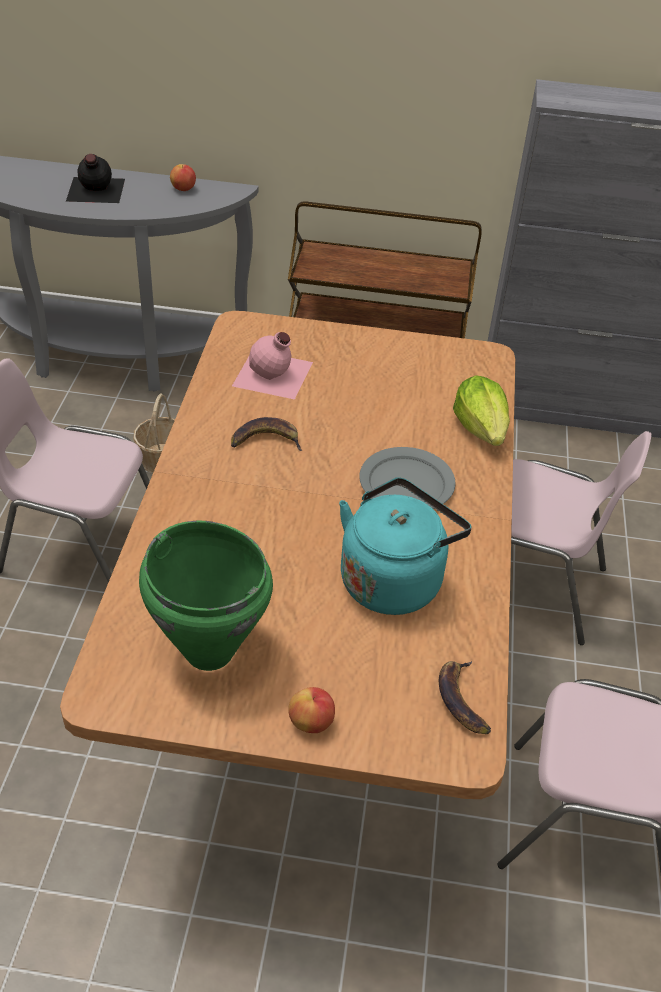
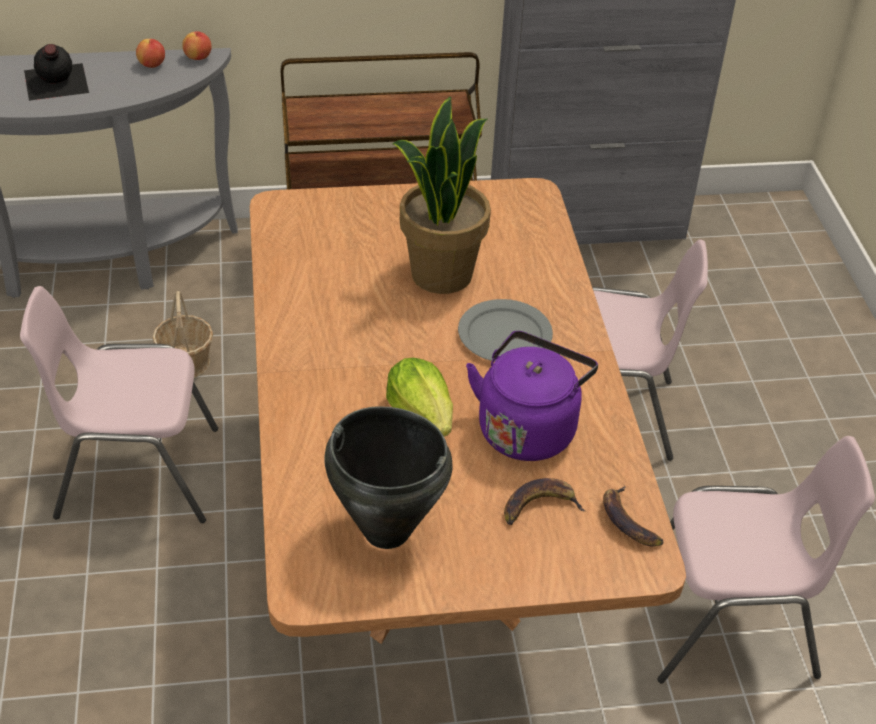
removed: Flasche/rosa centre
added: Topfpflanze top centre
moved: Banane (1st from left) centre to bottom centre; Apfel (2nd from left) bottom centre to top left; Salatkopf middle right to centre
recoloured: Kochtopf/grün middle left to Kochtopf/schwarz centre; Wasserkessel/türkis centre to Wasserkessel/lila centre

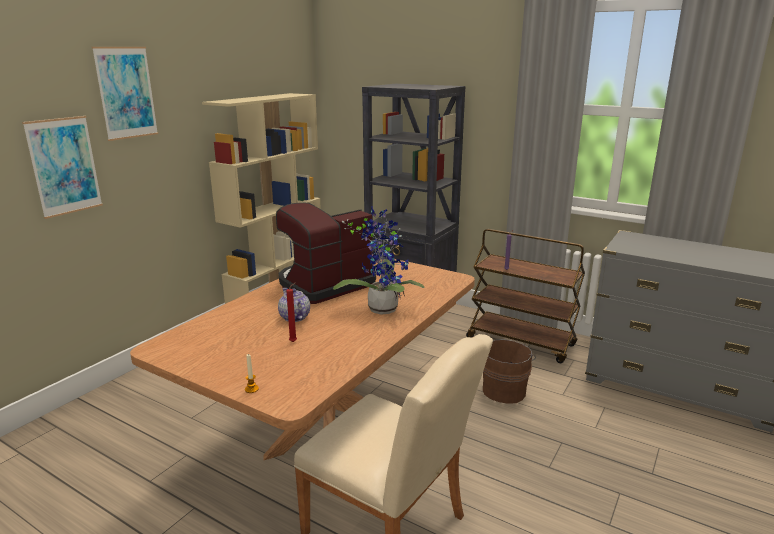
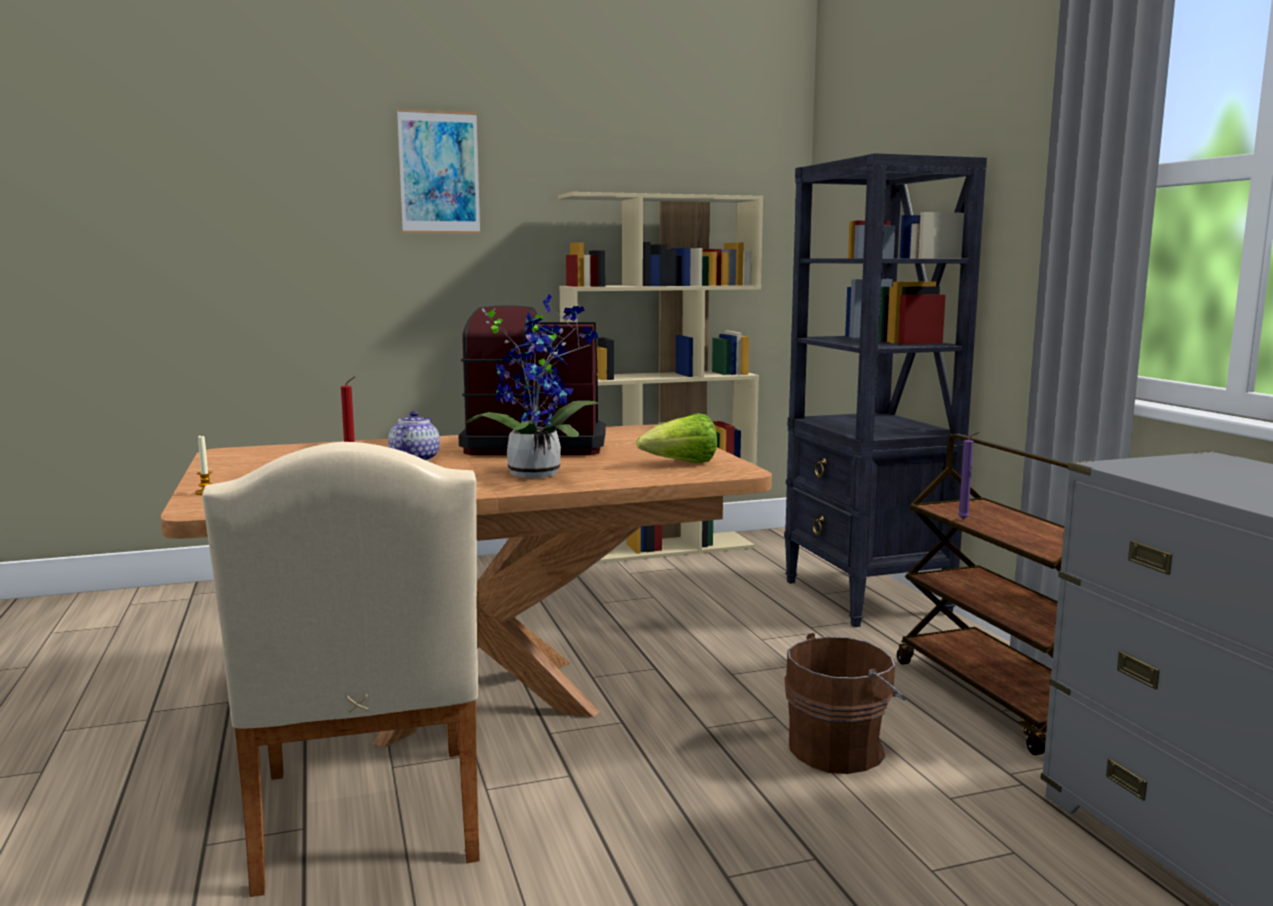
removed: Bild (1st from left) top left
added: Salatkopf centre

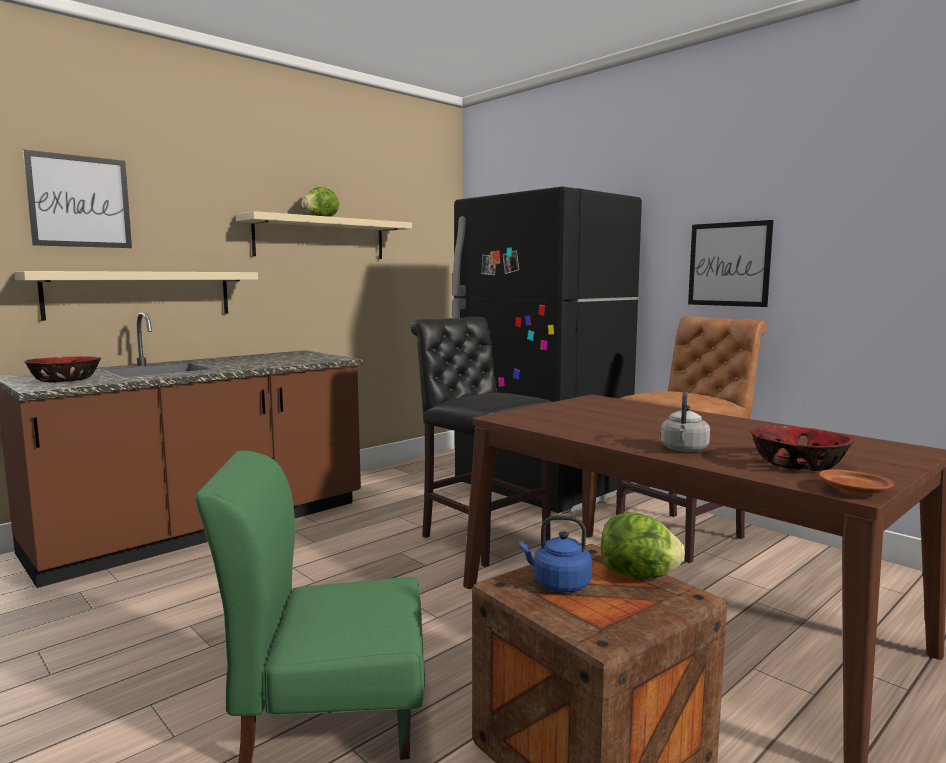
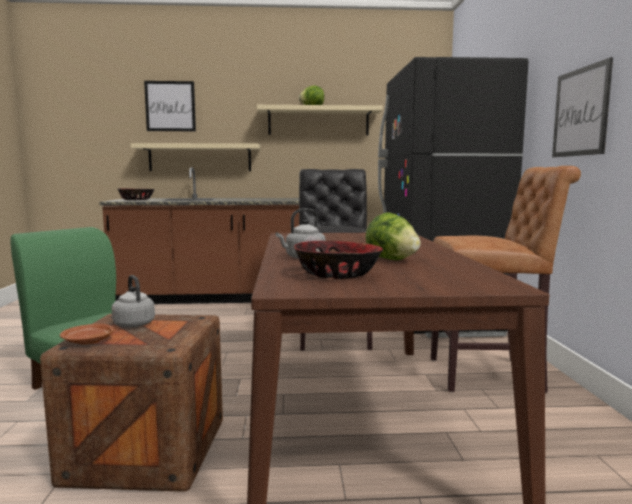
moved: Salatkopf (2nd from left) bottom right to centre; Teller/braun middle right to middle left
recoloured: Wasserkessel/blau bottom centre to Wasserkessel/grau (1st from left) middle left

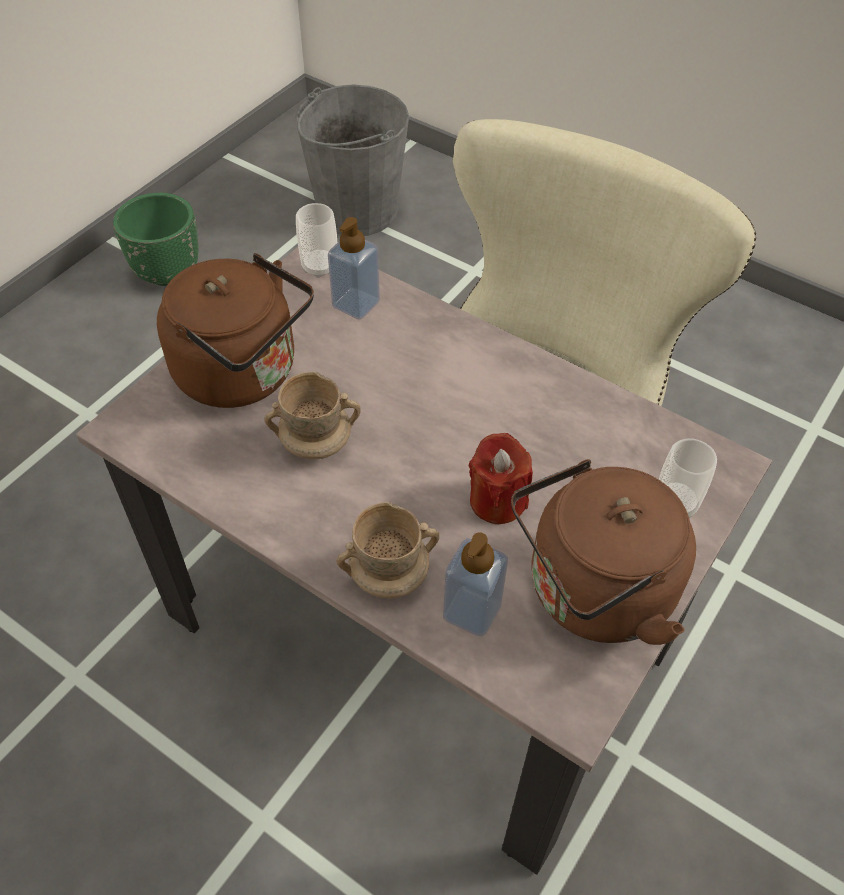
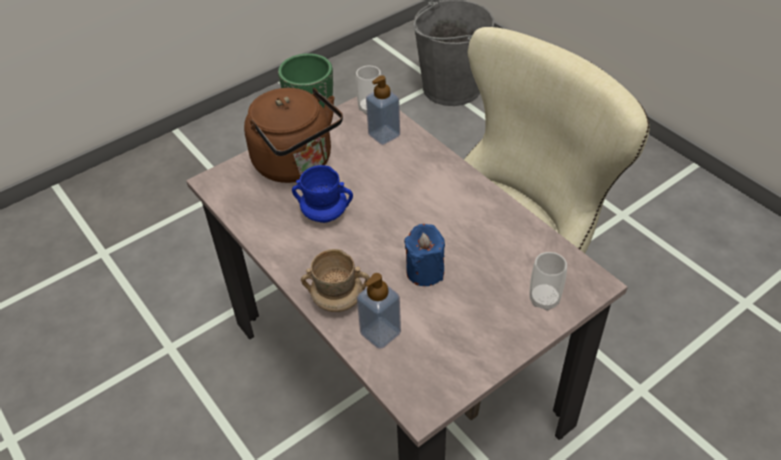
removed: Wasserkessel/braun (2nd from left) middle right
recoloured: Henkelbecher/beige (1st from left) centre to Henkelbecher/blau centre; Kerze/rot centre to Kerze/blau centre

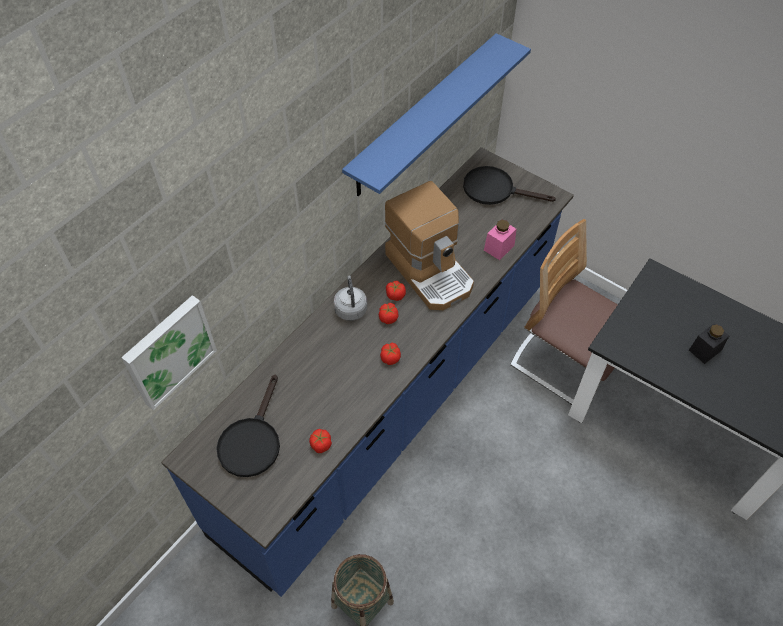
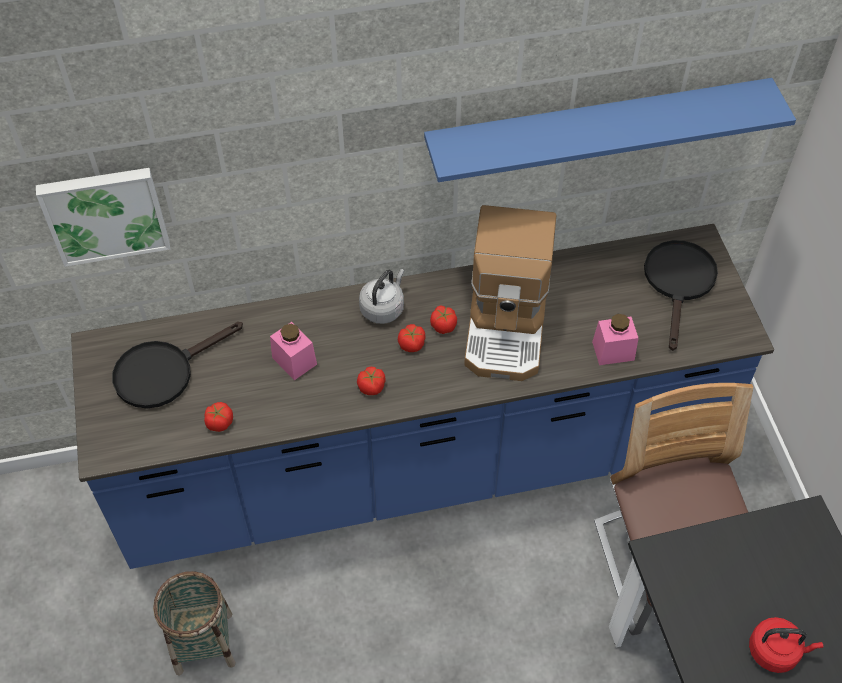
added: Vorratsglas/rosa (1st from left) centre
replaced: Vorratsglas/schwarz middle right to Wasserkessel/rot bottom right
turned: Pfanne/schwarz (2nd from left) top centre = middle right 45 degrees clockwise

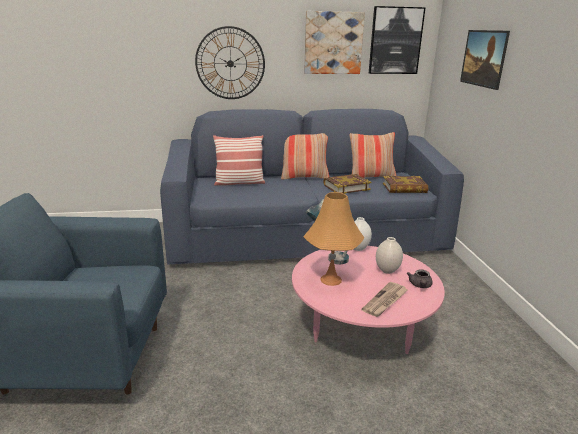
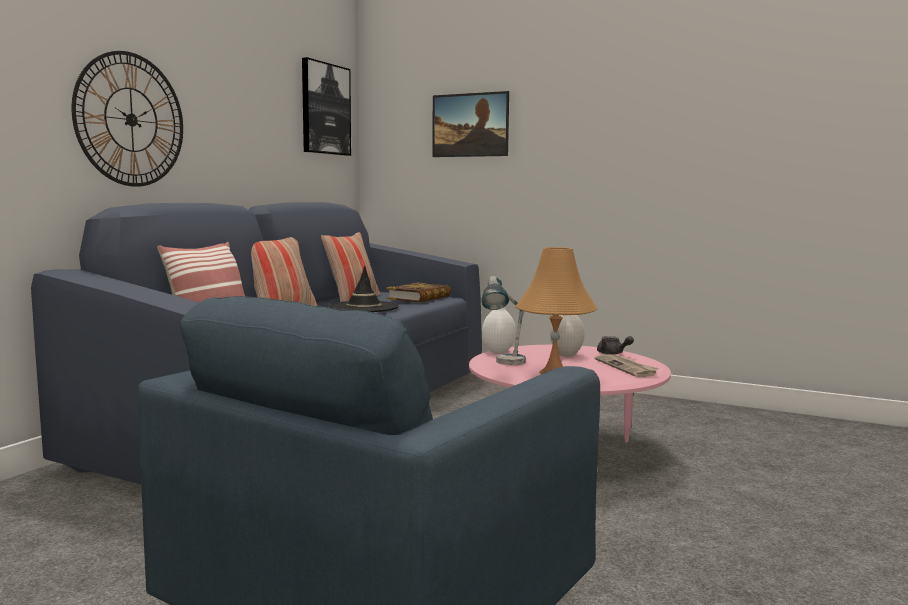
removed: Bild (1st from left) top centre
replaced: Buch (1st from left) centre to Hut/schwarz centre

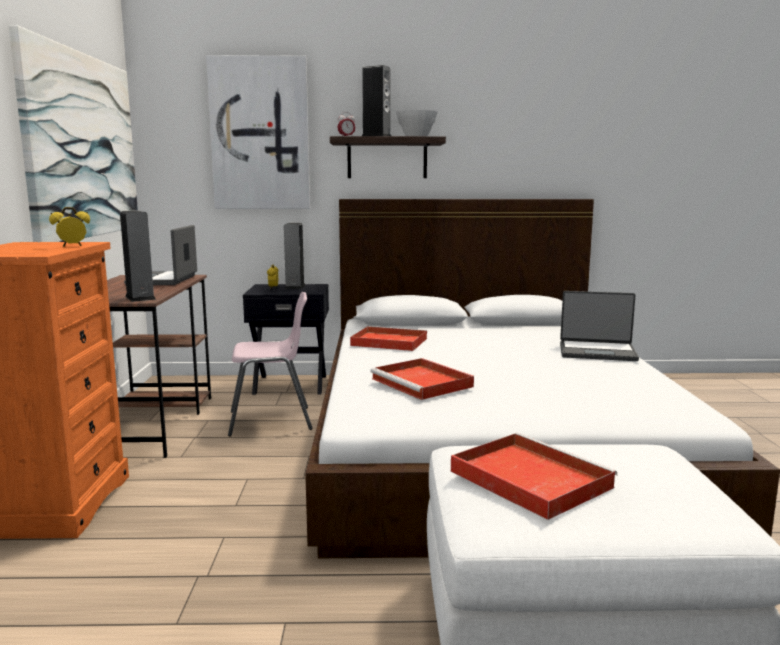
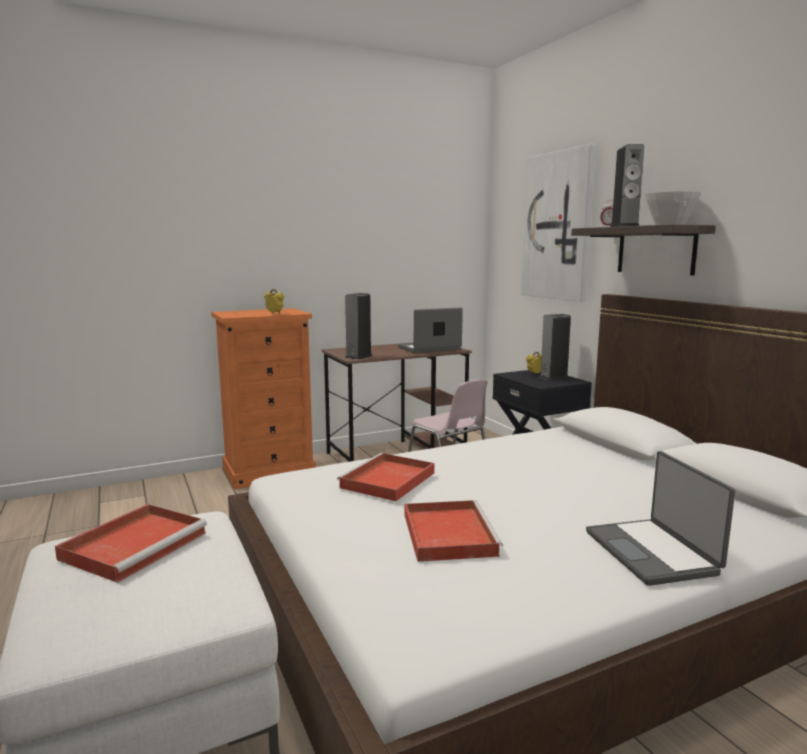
removed: Bild (1st from left) top left
moved: Tablett/rot (1st from left in the first image) centre to Tablett/rot (3rd from left) bottom centre

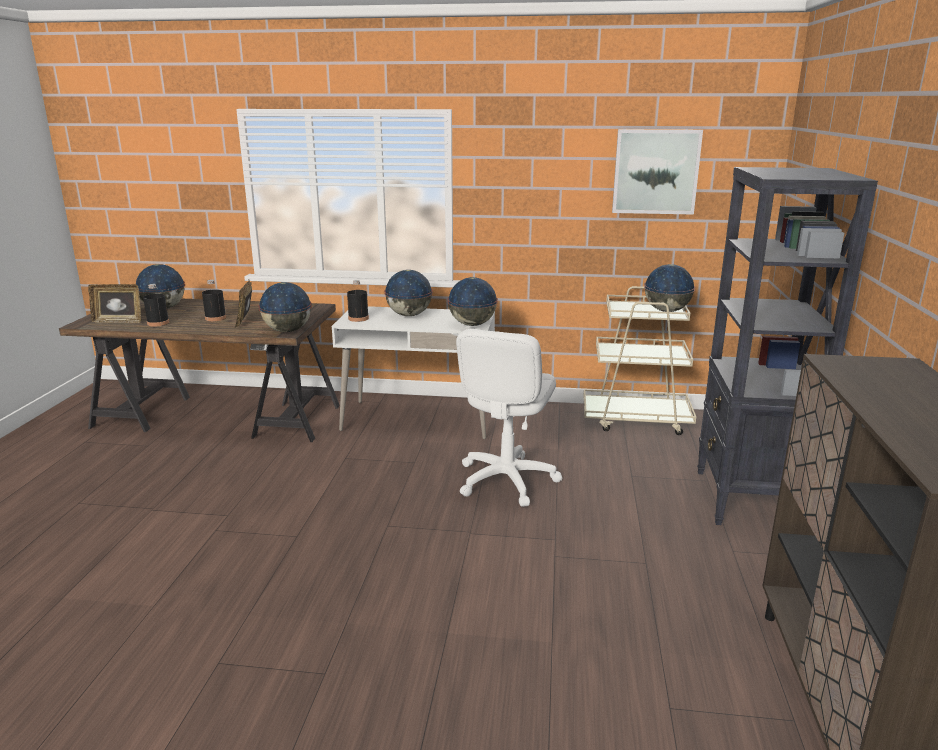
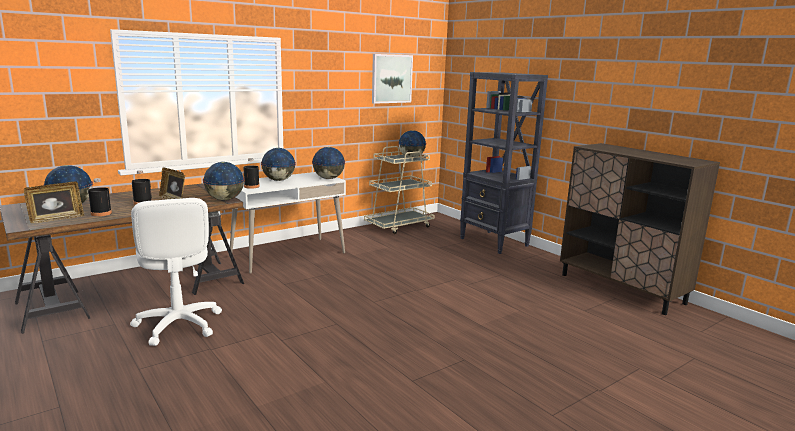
moved: Bürostuhl/weiß centre to middle left

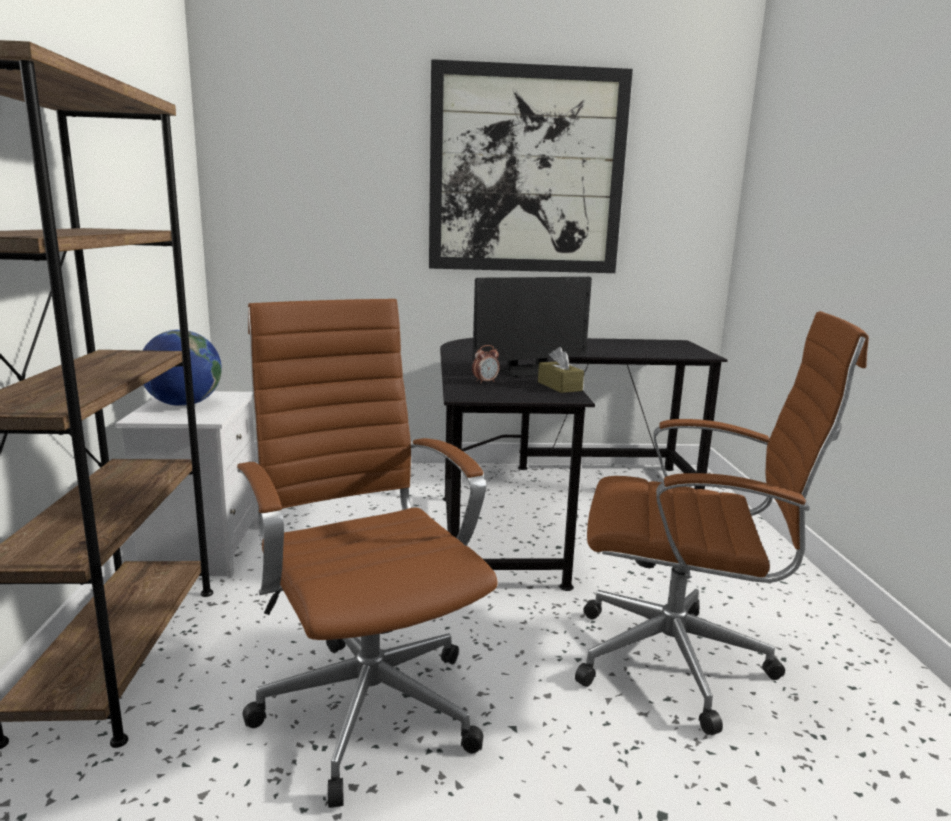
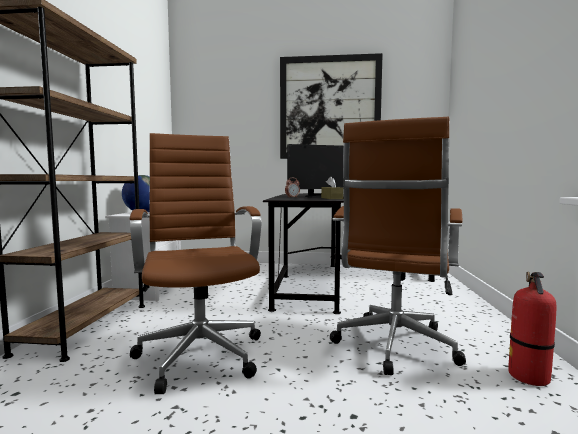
added: Feuerlöscher bottom right
turned: Bürostuhl/braun (2nd from left) middle right = middle right 90 degrees clockwise

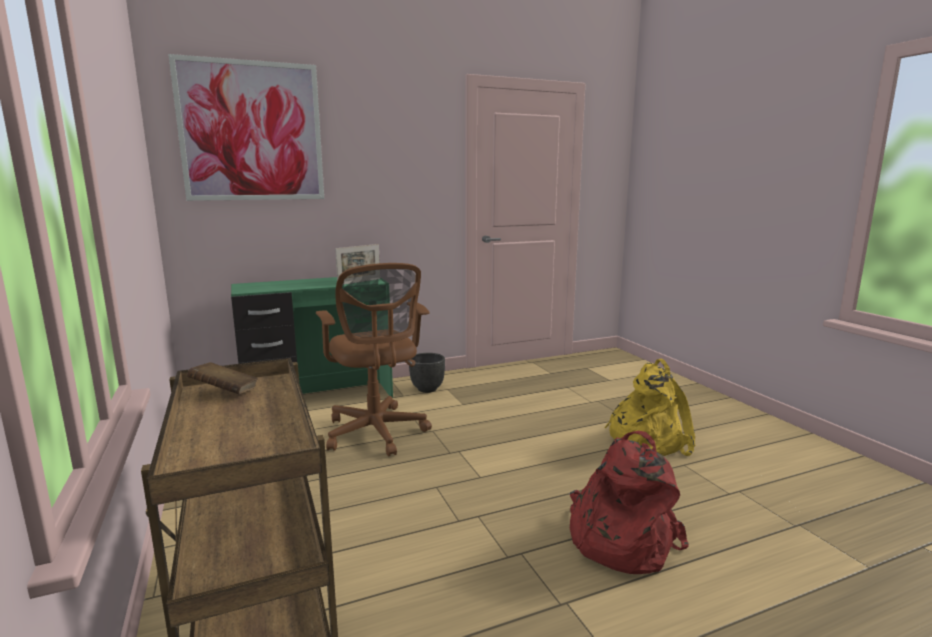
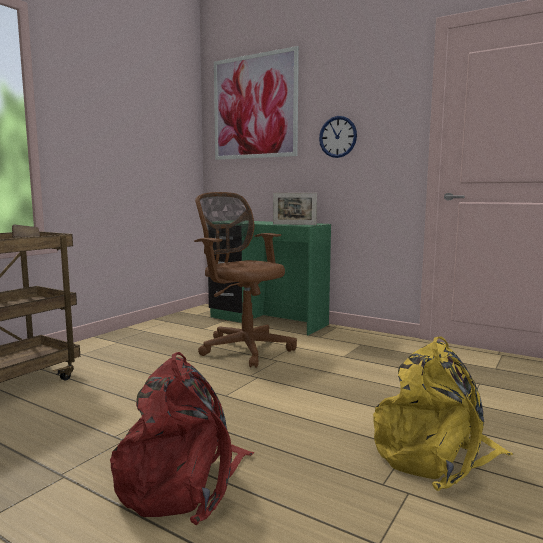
removed: Pflanzkübel/schwarz centre
added: Wanduhr top centre
turned: Bürostuhl/braun centre = centre 105 degrees clockwise

